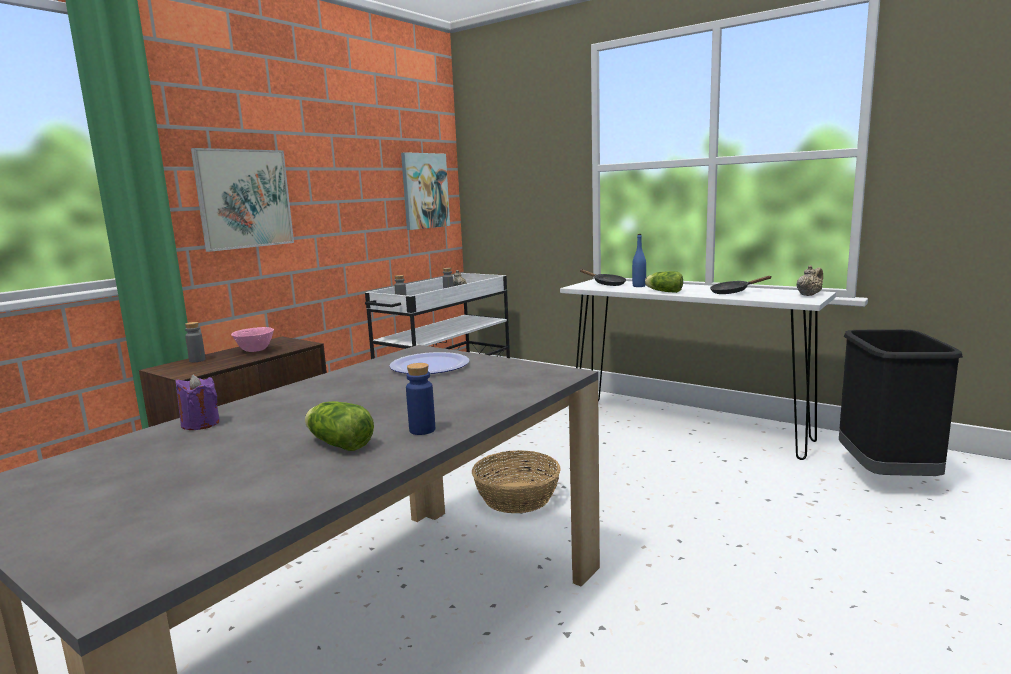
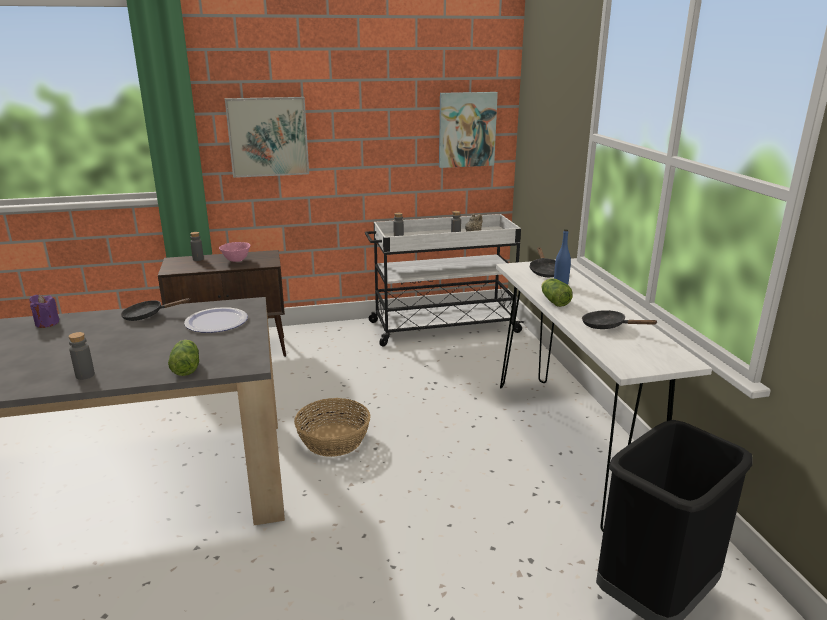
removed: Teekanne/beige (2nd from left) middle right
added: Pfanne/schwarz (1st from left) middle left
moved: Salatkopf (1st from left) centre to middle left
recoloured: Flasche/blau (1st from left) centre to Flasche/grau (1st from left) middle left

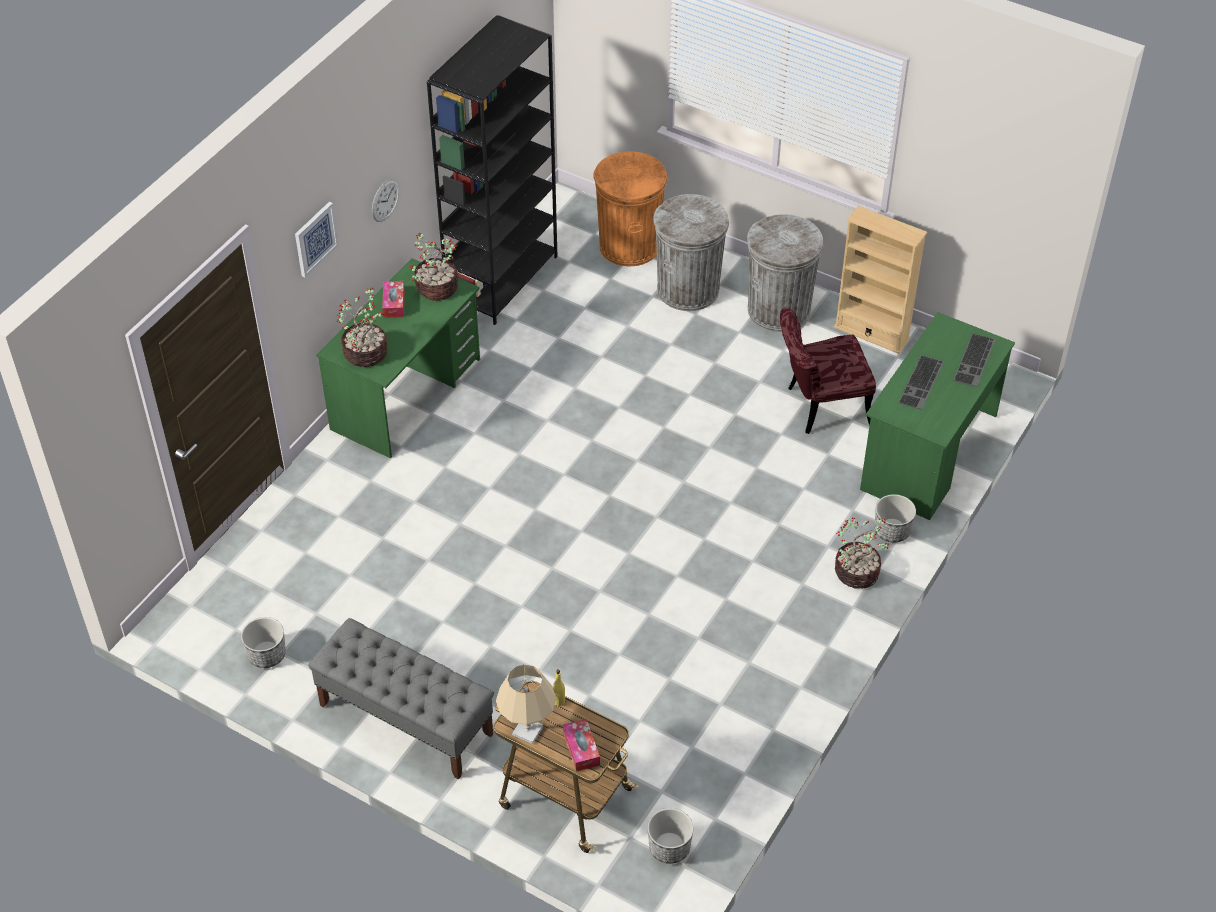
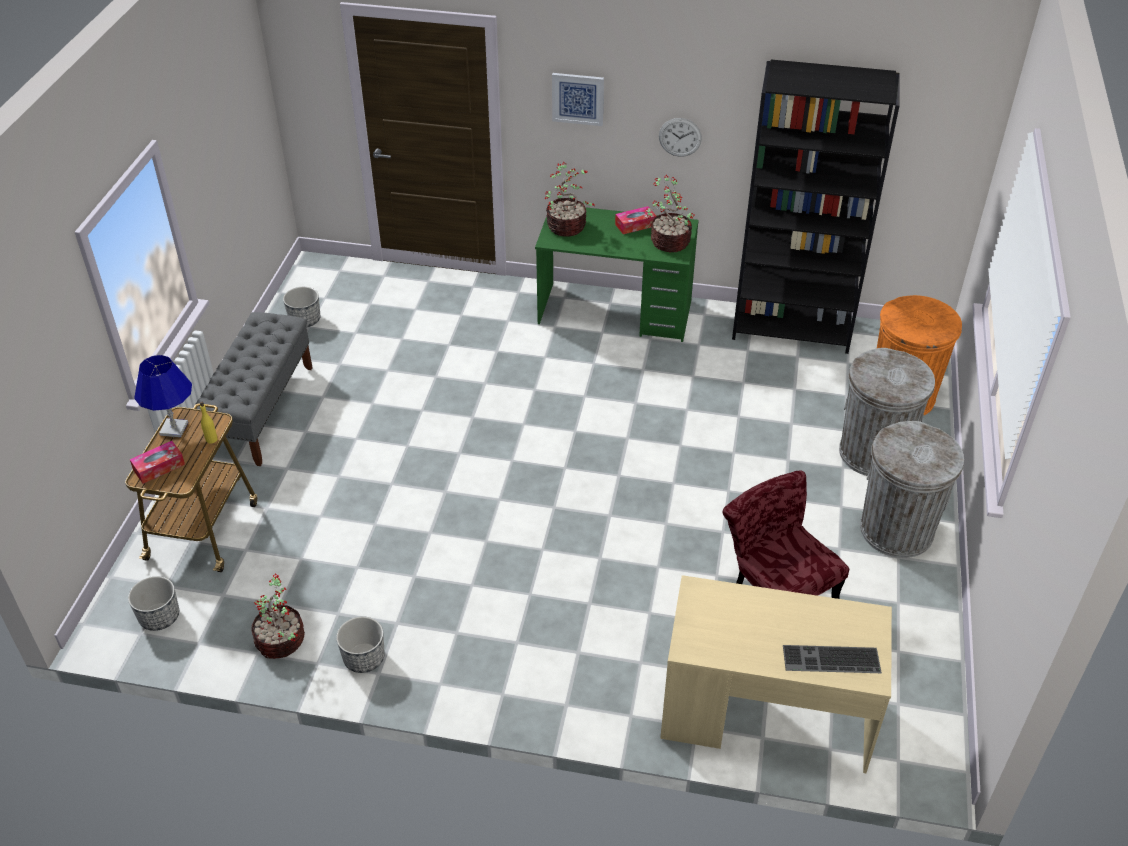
removed: Bücherregal/beige top right; Tastatur (1st from left) middle right
moved: Topfpflanze (3rd from left in the first image) middle right to Topfpflanze (1st from left) bottom left; Pflanzkübel (3rd from left) middle right to bottom left
recoloured: Tischlampe/beige bottom centre to Tischlampe/blau middle left; Schreibtisch/grün (2nd from left) middle right to Schreibtisch/beige bottom right

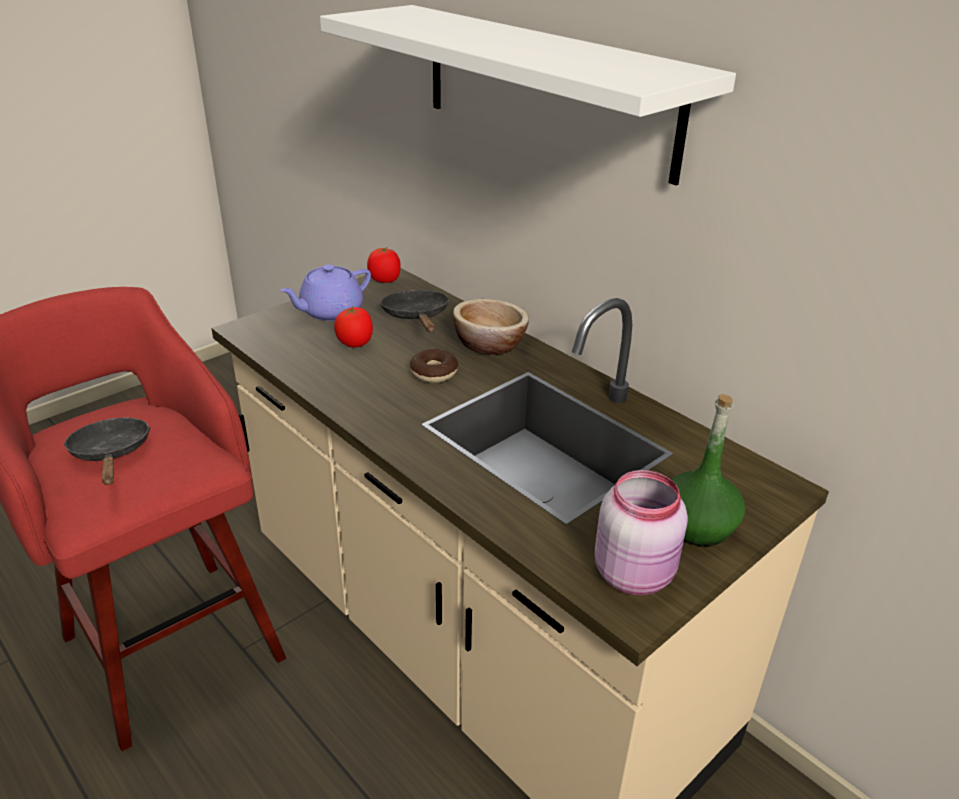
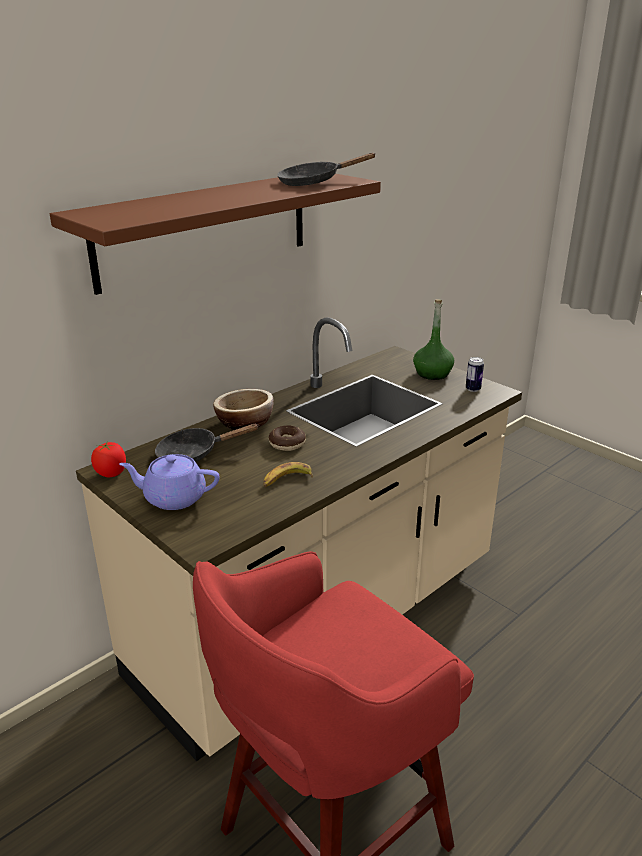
removed: Tomate (1st from left) centre
added: Banane centre
moved: Pfanne/schwarz (1st from left in the first image) middle left to Pfanne/schwarz (2nd from left) top centre
replaced: Vorratsglas/rosa middle right to Dose middle right
recoloured: Wandregal/weiß top centre to Wandregal/braun top centre
turned: Teekanne/lila centre = middle left 135 degrees clockwise

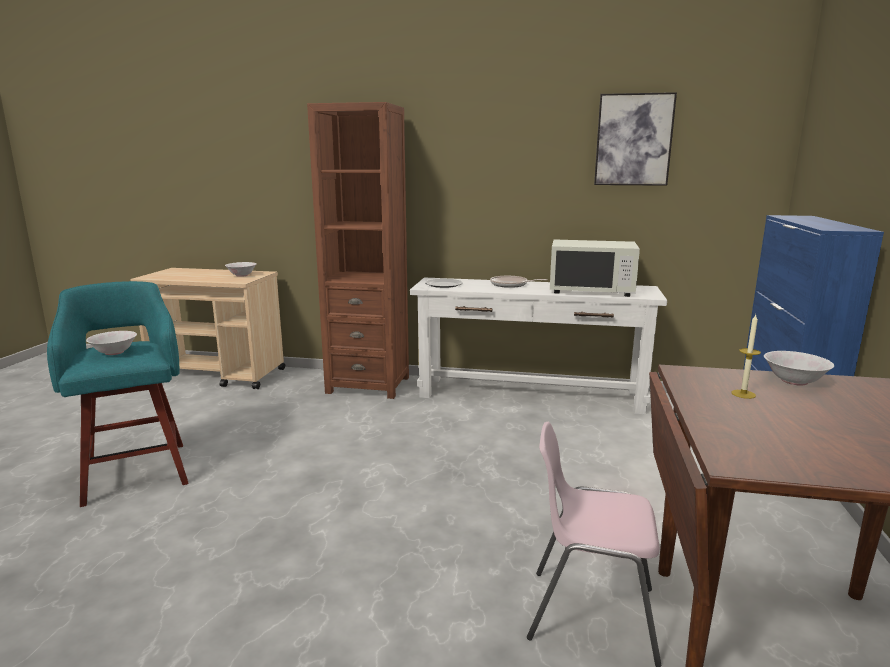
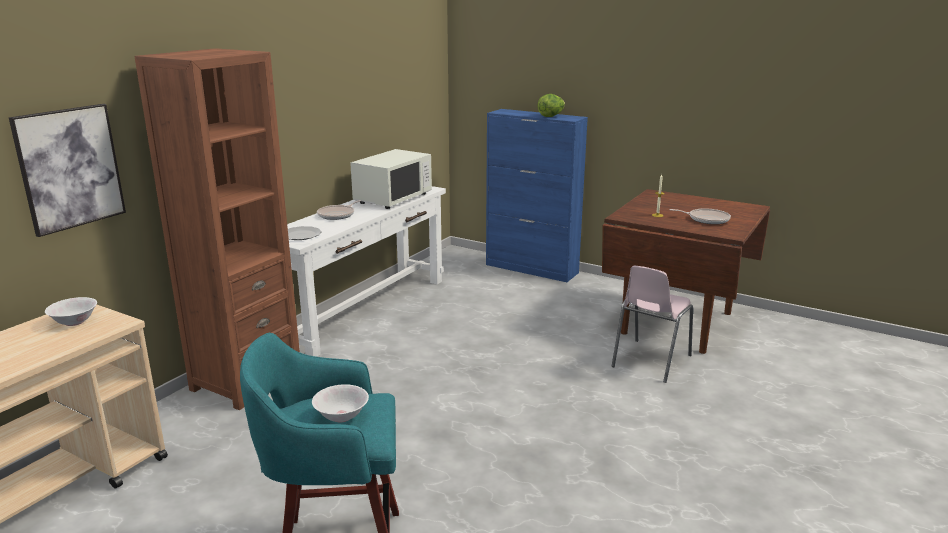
removed: Schüssel/weiß (3rd from left) middle right
added: Salatkopf top centre; Pfanne (2nd from left) middle right
moved: Bild top right to top left

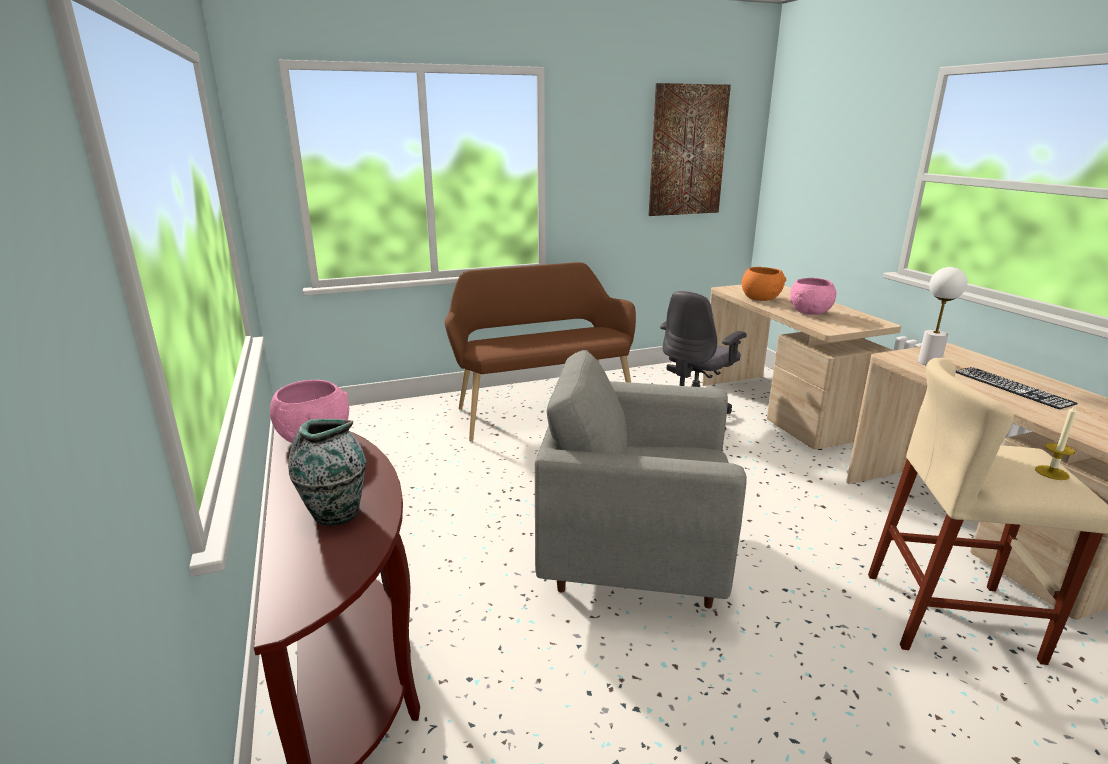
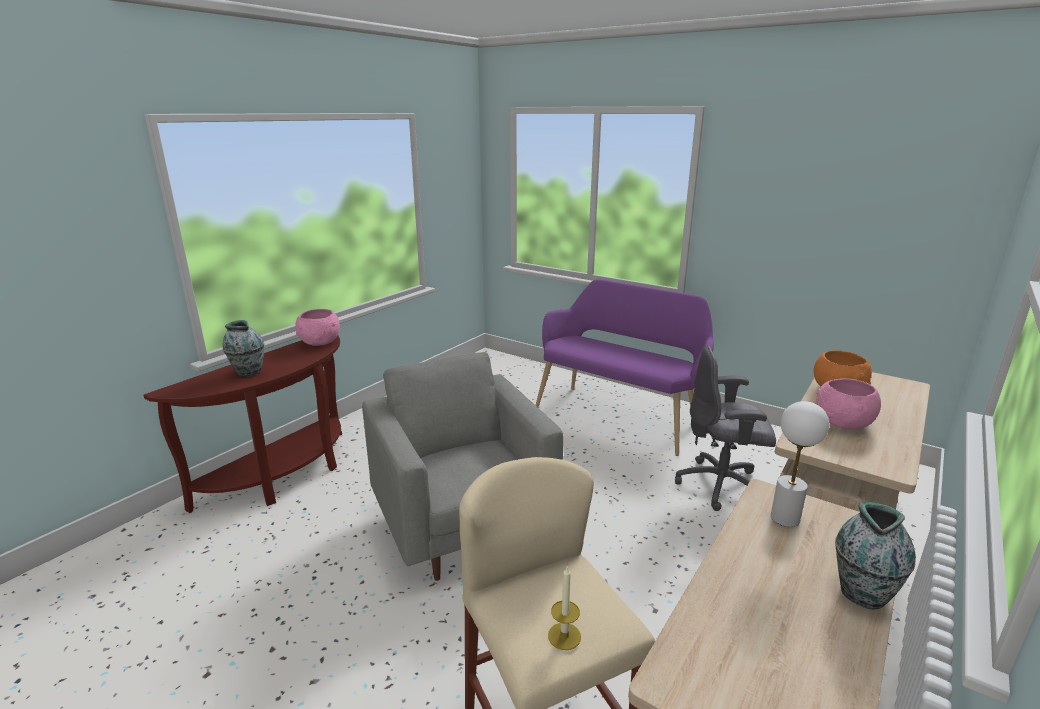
removed: Bild top centre; Tastatur middle right
added: Vase (2nd from left) bottom right
recoloured: Bank/braun centre to Bank/lila centre

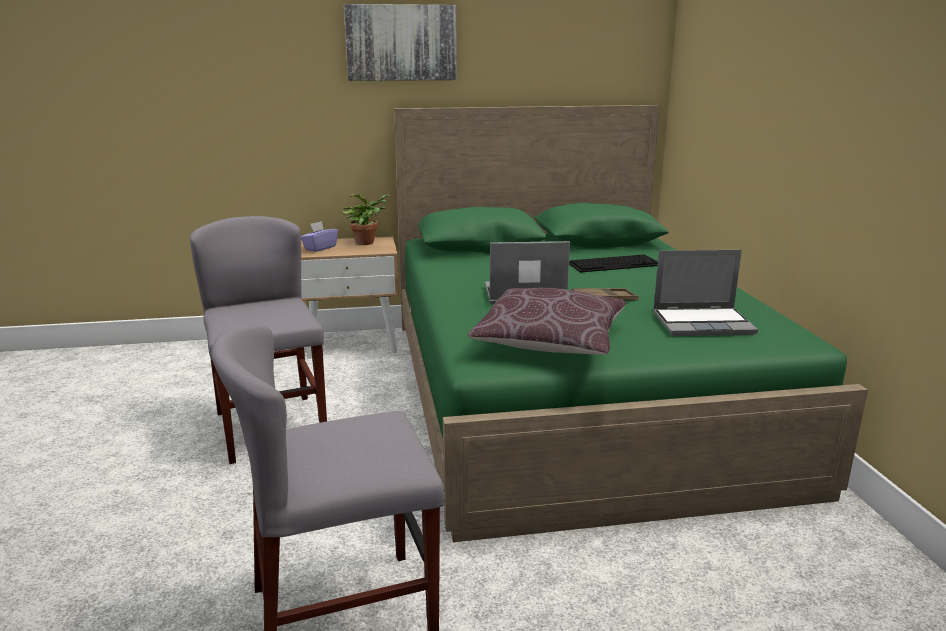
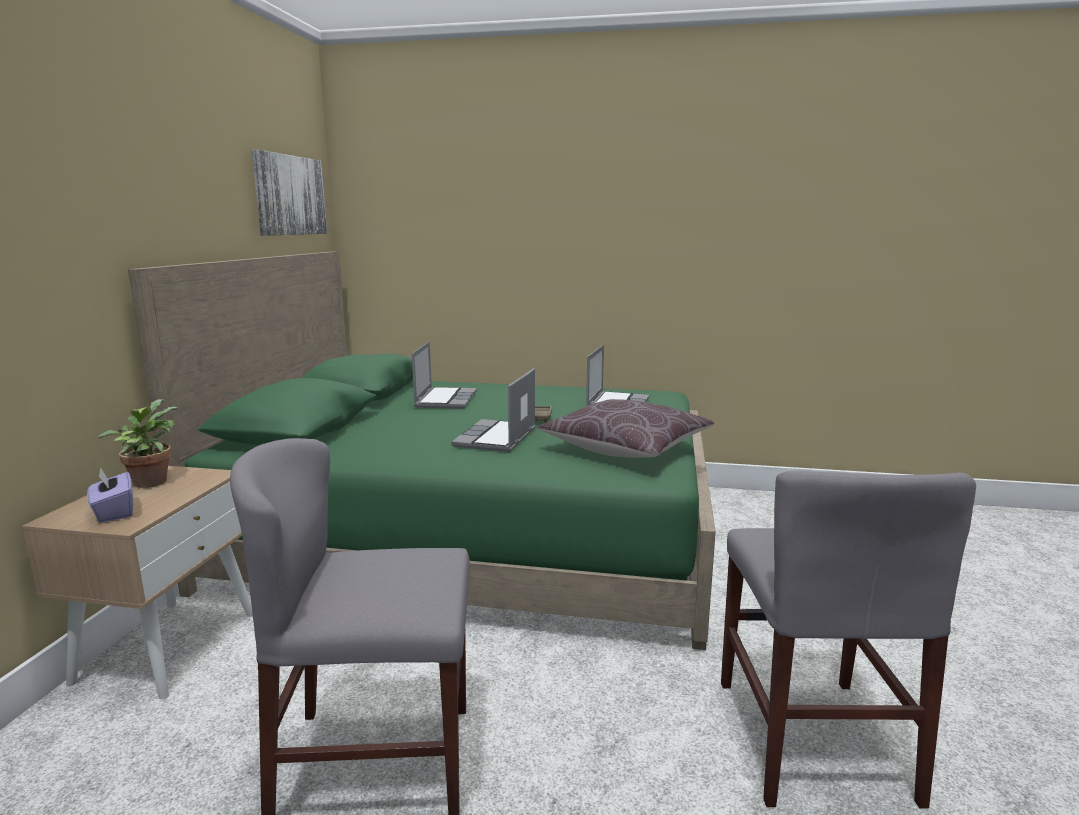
moved: Bild top centre to top left
replaced: Tastatur centre to Laptop (1st from left) centre

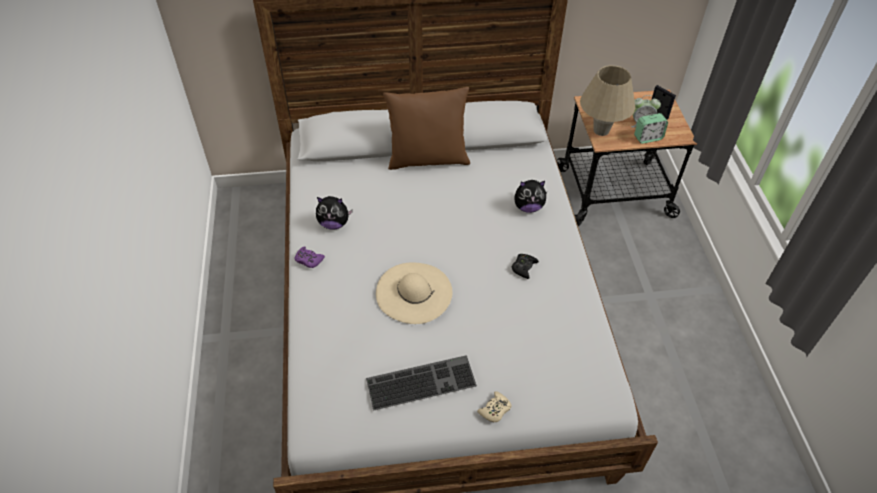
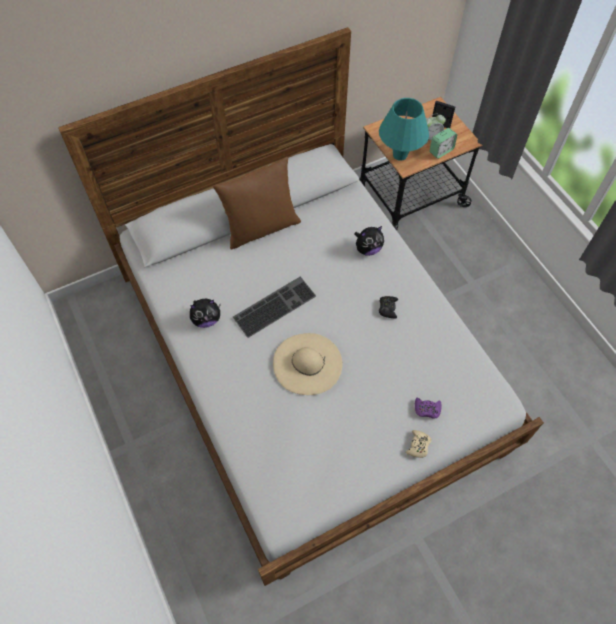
moved: Gamepad/lila centre to middle right; Tastatur bottom centre to centre
recoloured: Tischlampe/beige top right to Tischlampe/türkis top centre

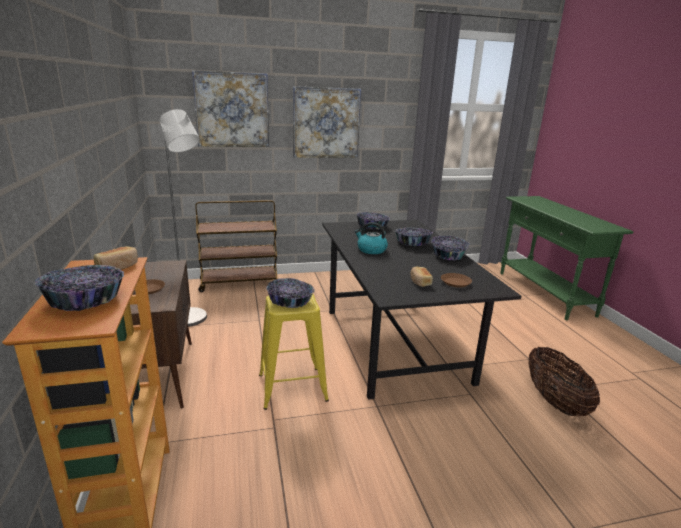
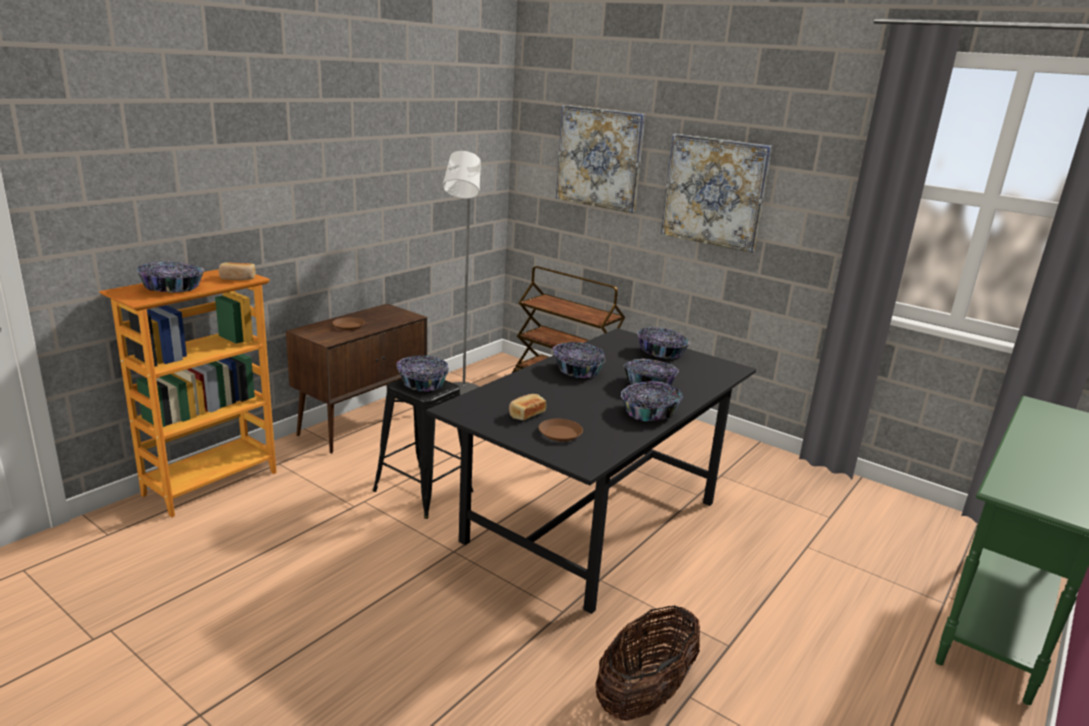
replaced: Wasserkessel centre to Schüssel (3rd from left) centre
recoloured: Hocker/gelb bottom centre to Hocker/schwarz centre

